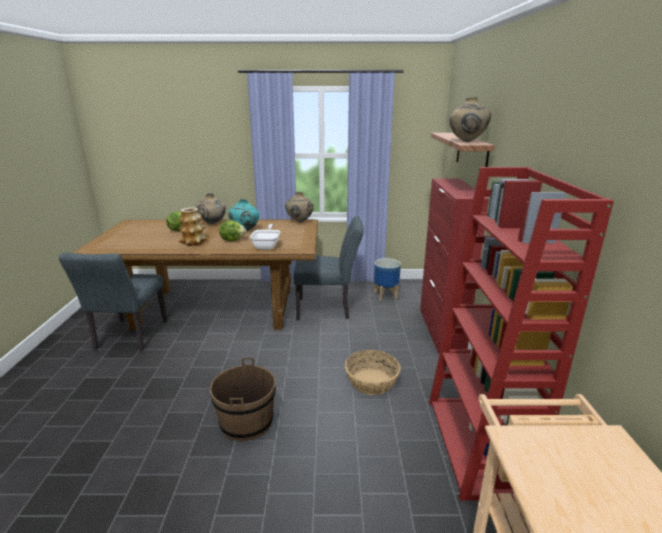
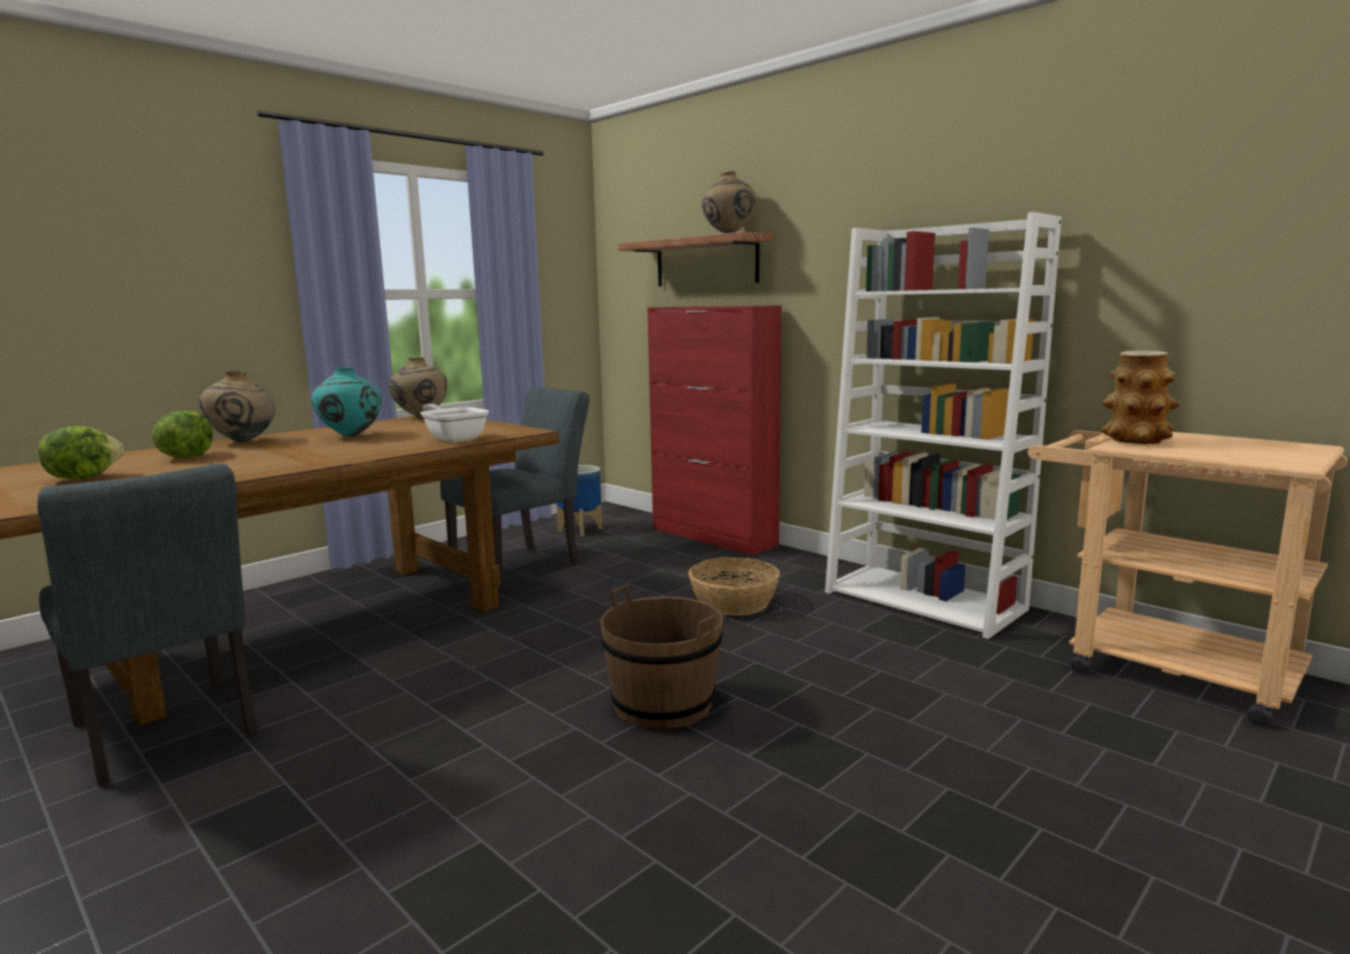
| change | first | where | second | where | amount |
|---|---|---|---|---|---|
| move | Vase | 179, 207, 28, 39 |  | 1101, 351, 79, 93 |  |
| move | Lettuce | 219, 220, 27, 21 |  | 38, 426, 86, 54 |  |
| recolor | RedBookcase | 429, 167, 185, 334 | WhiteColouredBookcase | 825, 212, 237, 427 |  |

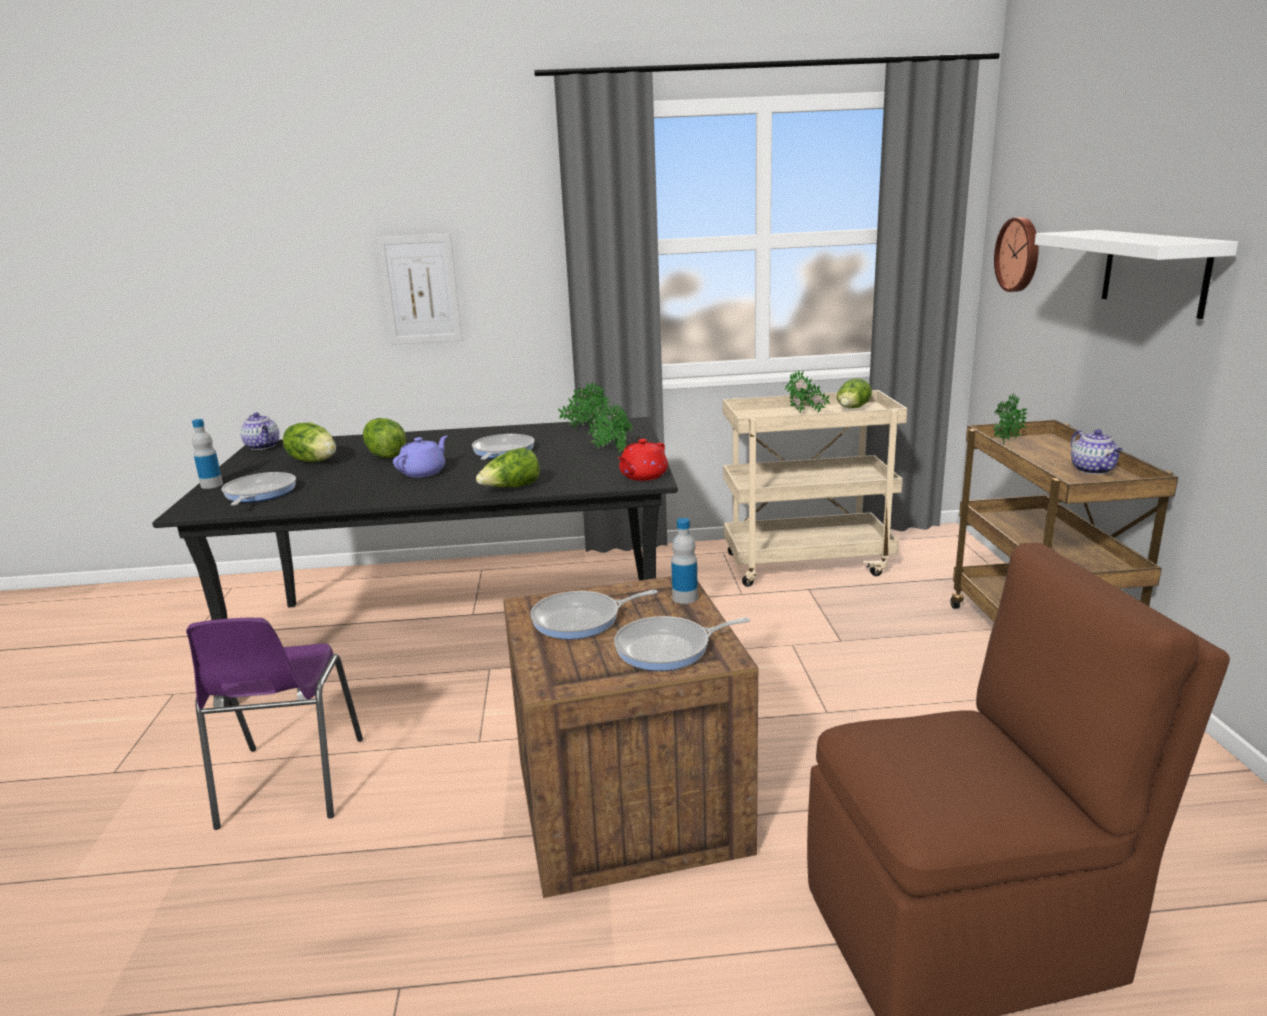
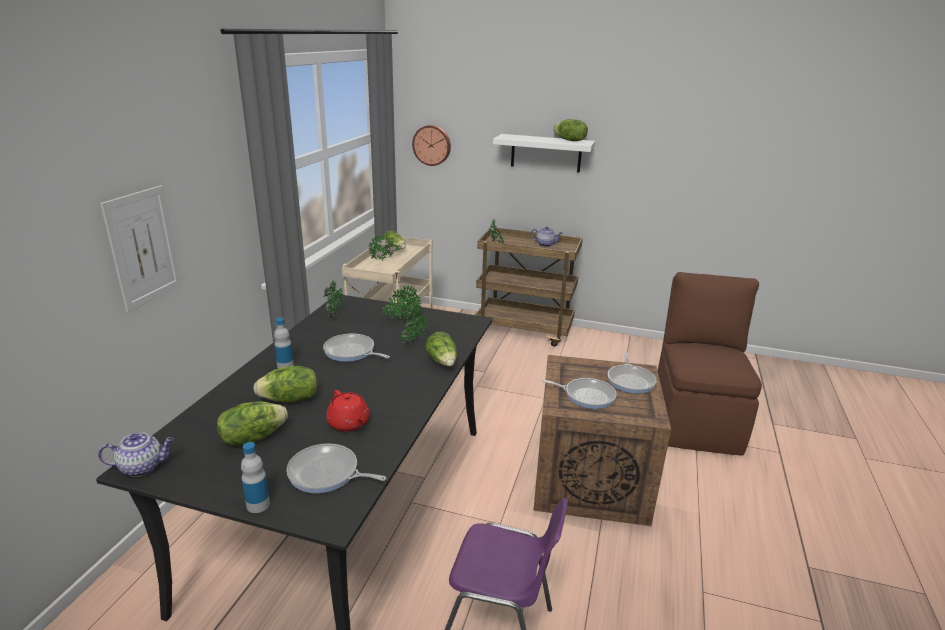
| change | first | where | second | where | amount |
|---|---|---|---|---|---|
| delete | PurplishTeapot | 393, 435, 54, 42 |  |  |  |
| insert |  |  | PottedPlant | 400, 306, 29, 41 |  |
| insert |  |  | Lettuce | 553, 119, 35, 22 |  |
| move | RedTeapot | 618, 439, 50, 42 |  | 326, 390, 44, 41 |  |
| move | BeverageBottle | 671, 518, 27, 86 |  | 274, 318, 20, 50 |  |
| rotate | Skillet | 530, 590, 128, 49 |  | 541, 378, 76, 31 | 75 degrees counterclockwise |

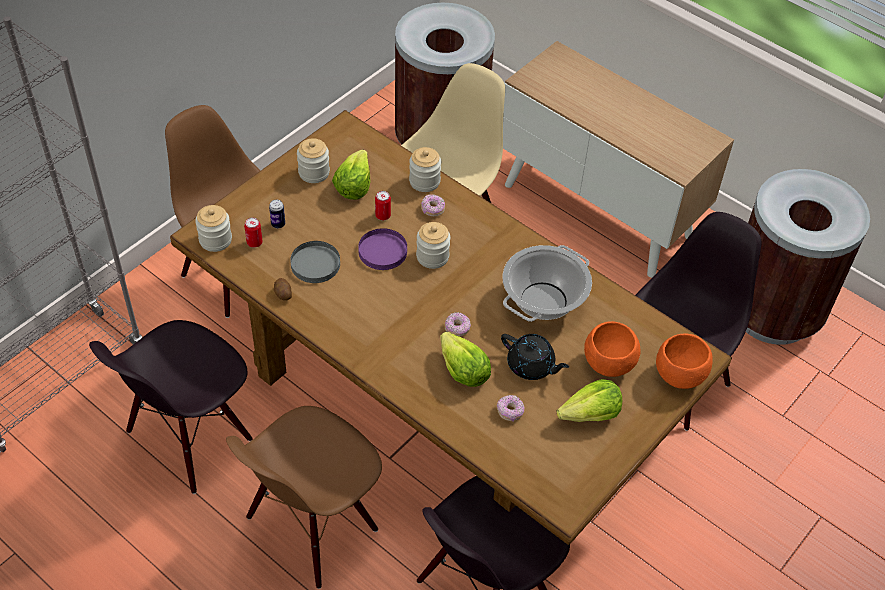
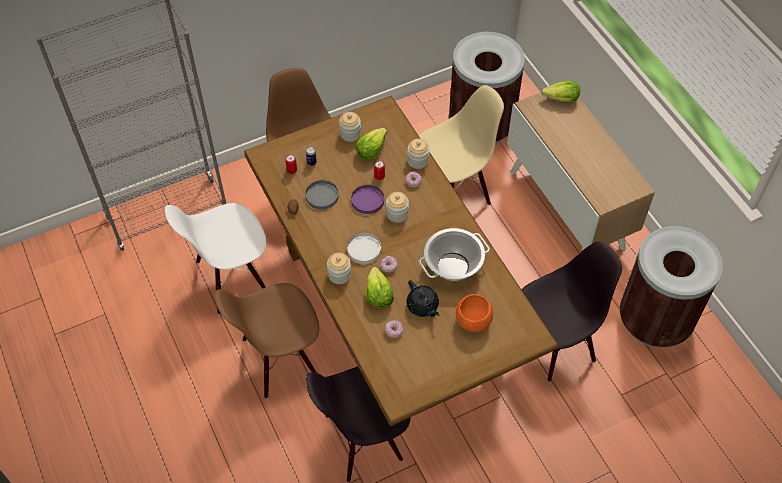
| change | first | where | second | where | amount |
|---|---|---|---|---|---|
| delete | OrangeServingBowl | 656, 334, 57, 55 |  |  |  |
| insert |  |  | WhiteColouredDinnerPlate | 347, 233, 34, 31 |  |
| move | Jar | 195, 205, 37, 47 |  | 327, 253, 24, 31 |  |
| move | Lettuce | 557, 379, 65, 43 |  | 541, 80, 39, 22 |  |
| recolor | BlackUprightChair | 89, 320, 164, 174 | WhiteColouredUprightChair | 165, 203, 102, 111 |  |

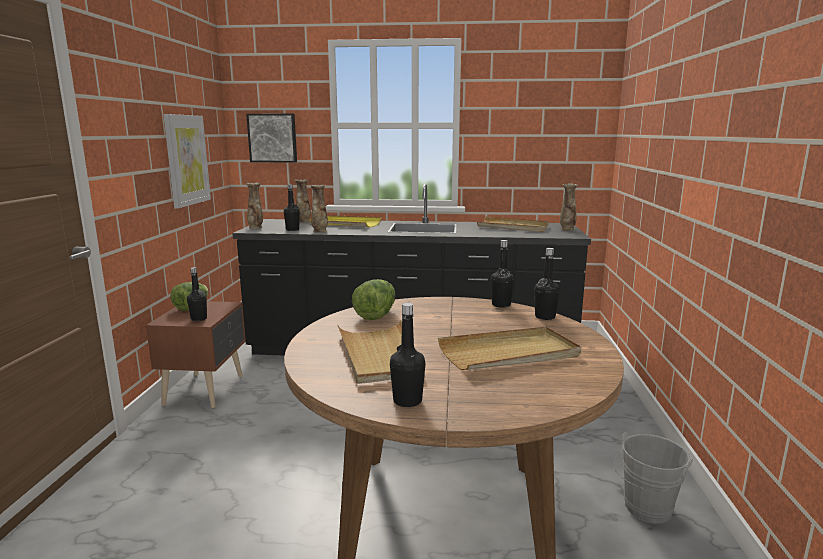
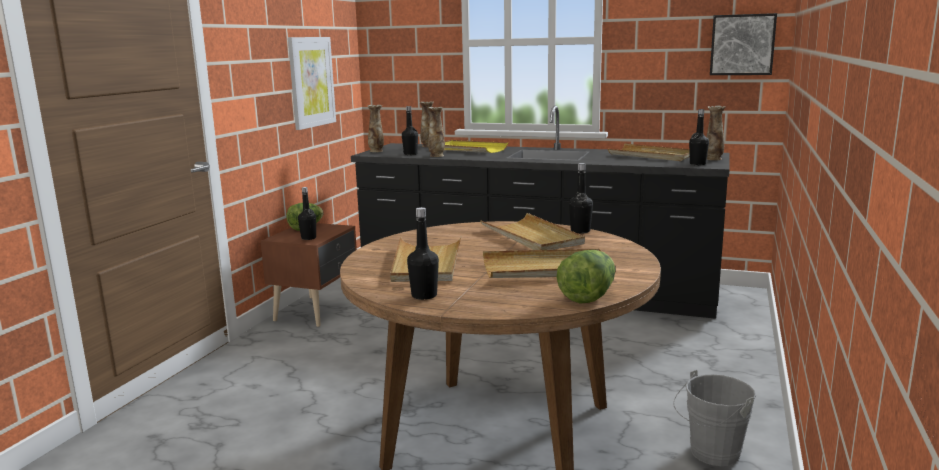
| change | first | where | second | where | amount |
|---|---|---|---|---|---|
| insert |  |  | SandColouredTray | 480, 213, 105, 37 |  |
| move | WallArt | 246, 114, 51, 48 |  | 710, 13, 67, 62 |  |
| move | Lettuce | 352, 279, 43, 41 |  | 556, 250, 59, 54 |  |
| move | BlackBeverageBottle | 534, 248, 26, 72 |  | 689, 109, 20, 56 |  |

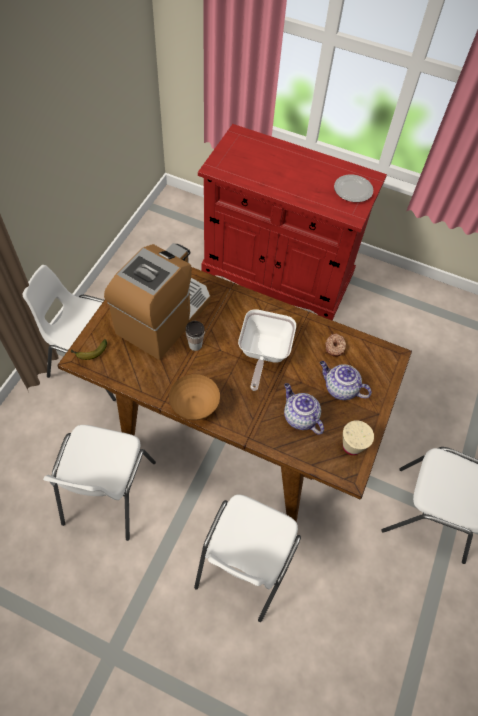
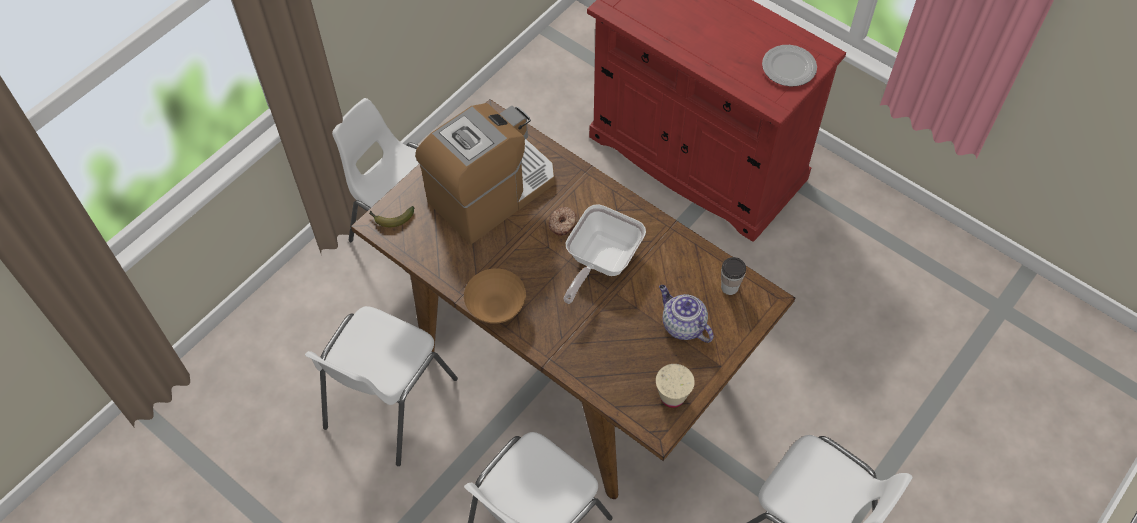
| change | first | where | second | where | amount |
|---|---|---|---|---|---|
| delete | Teapot | 284, 383, 40, 52 |  |  |  |
| move | SmallCup | 186, 321, 19, 30 |  | 721, 257, 25, 38 |  |
| move | Donut | 325, 333, 21, 24 |  | 548, 207, 28, 29 |  |

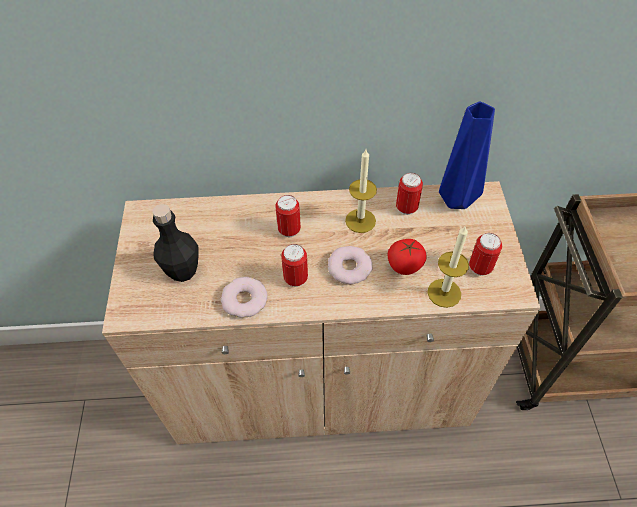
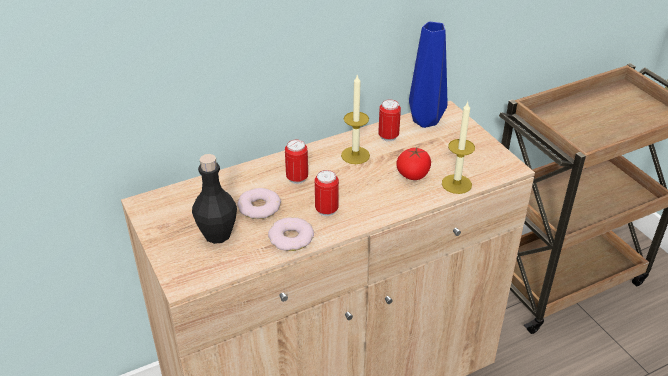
| change | first | where | second | where | amount |
|---|---|---|---|---|---|
| delete | Can | 469, 233, 33, 43 |  |  |  |
| move | Donut | 328, 246, 44, 38 |  | 237, 188, 44, 31 |  |

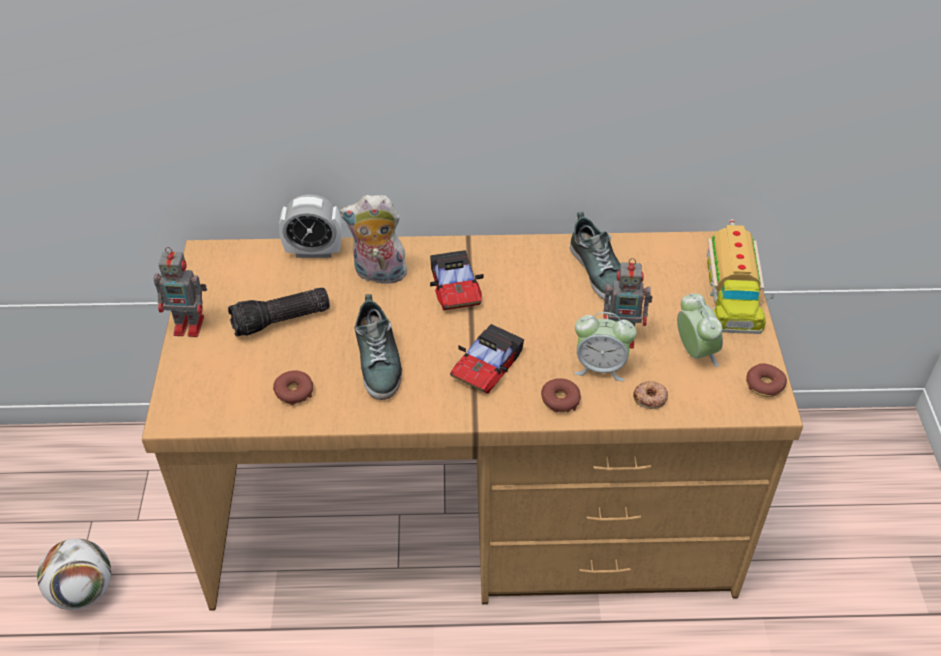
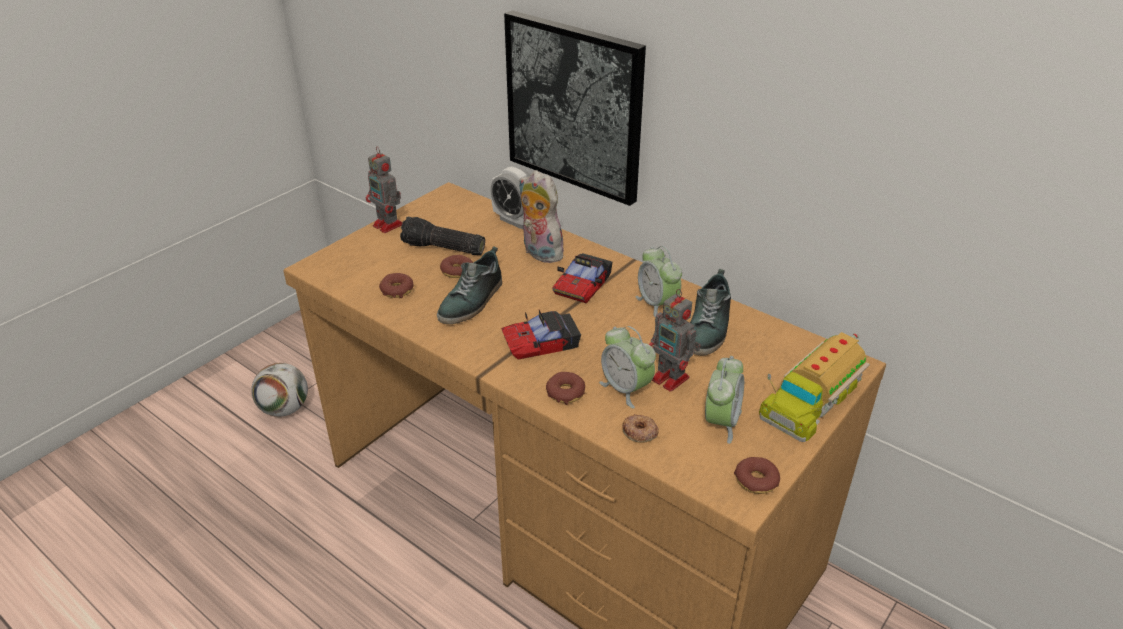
| change | first | where | second | where | amount |
|---|---|---|---|---|---|
| insert |  |  | Donut | 440, 255, 33, 23 |  |
| insert |  |  | WallArt | 504, 10, 142, 196 |  |
| insert |  |  | BedsideClock | 636, 246, 46, 72 |  |

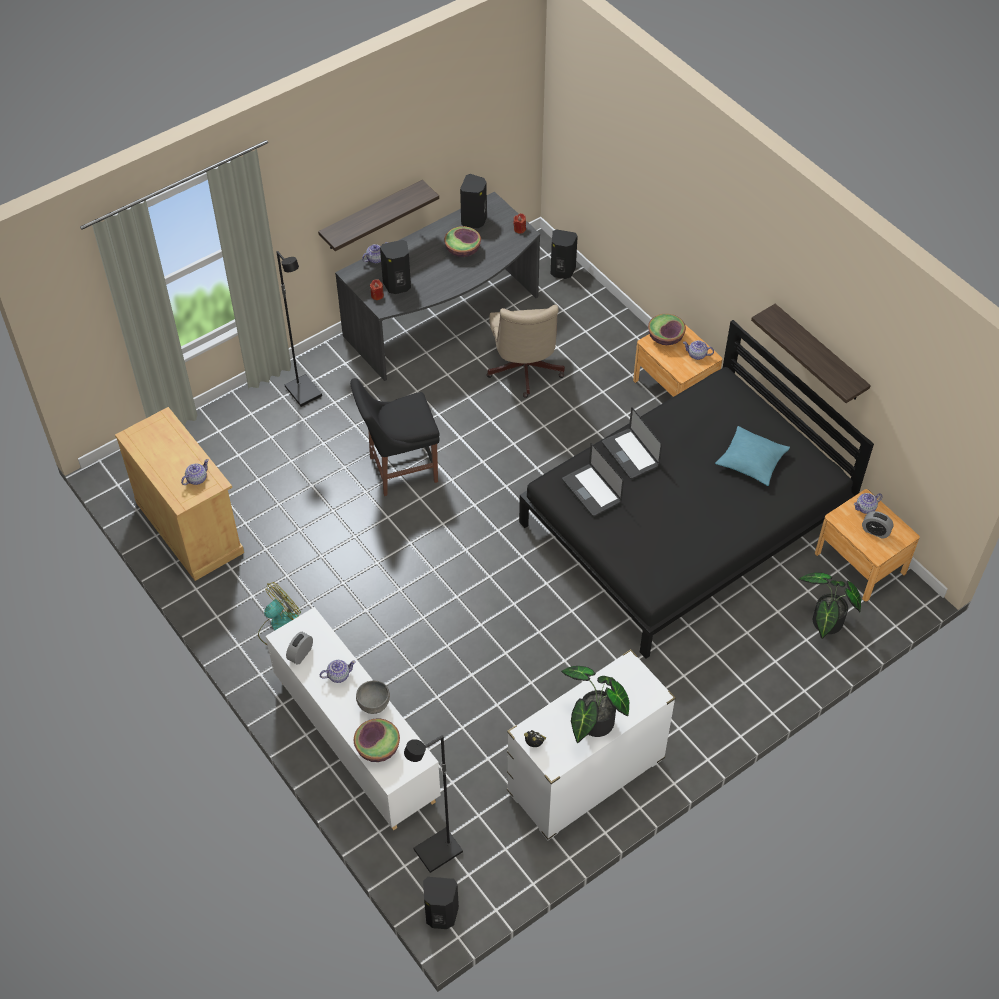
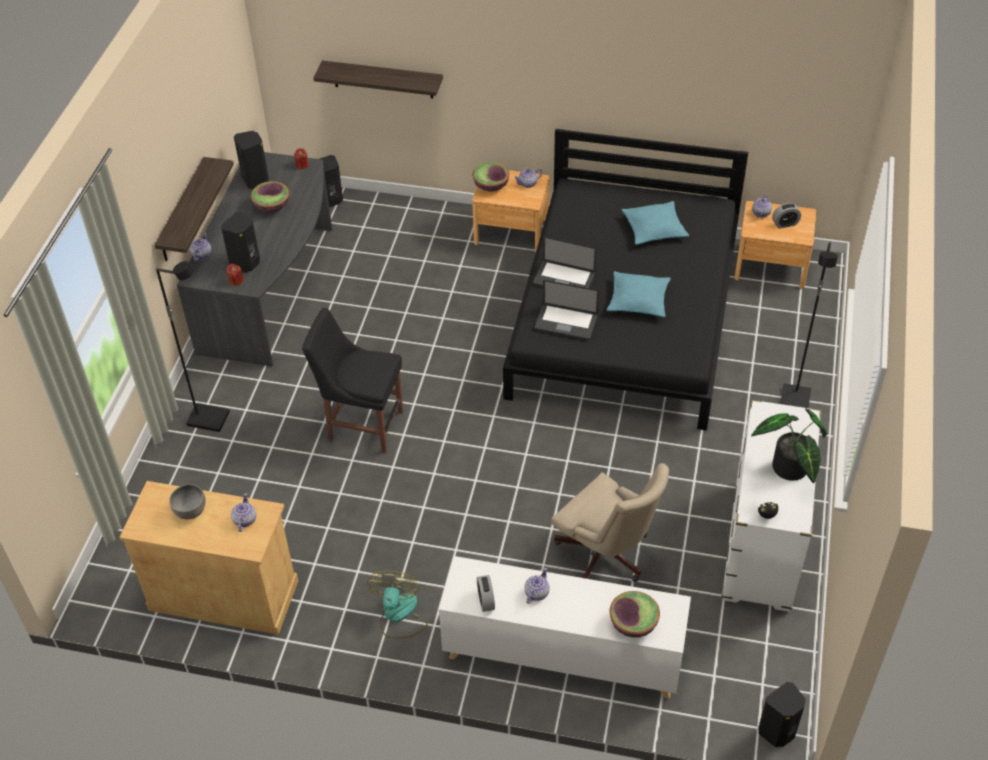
| change | first | where | second | where | amount |
|---|---|---|---|---|---|
| delete | PottedPlant | 799, 573, 62, 66 |  |  |  |
| insert |  |  | TurquoiseColouredCushion | 607, 271, 64, 46 |  |
| move | GrayServingBowl | 356, 680, 34, 34 |  | 169, 484, 36, 35 |  |
| move | BlackStandardLamp | 404, 735, 59, 138 |  | 781, 242, 57, 166 |  |
| move | SandColouredComputerChair | 487, 305, 78, 93 |  | 551, 463, 118, 119 |  |
| move | WallShelf | 751, 304, 120, 99 |  | 313, 61, 130, 38 |  |
| rotate | BlackUprightChair | 350, 378, 89, 118 |  | 302, 308, 101, 145 | 75 degrees clockwise |

